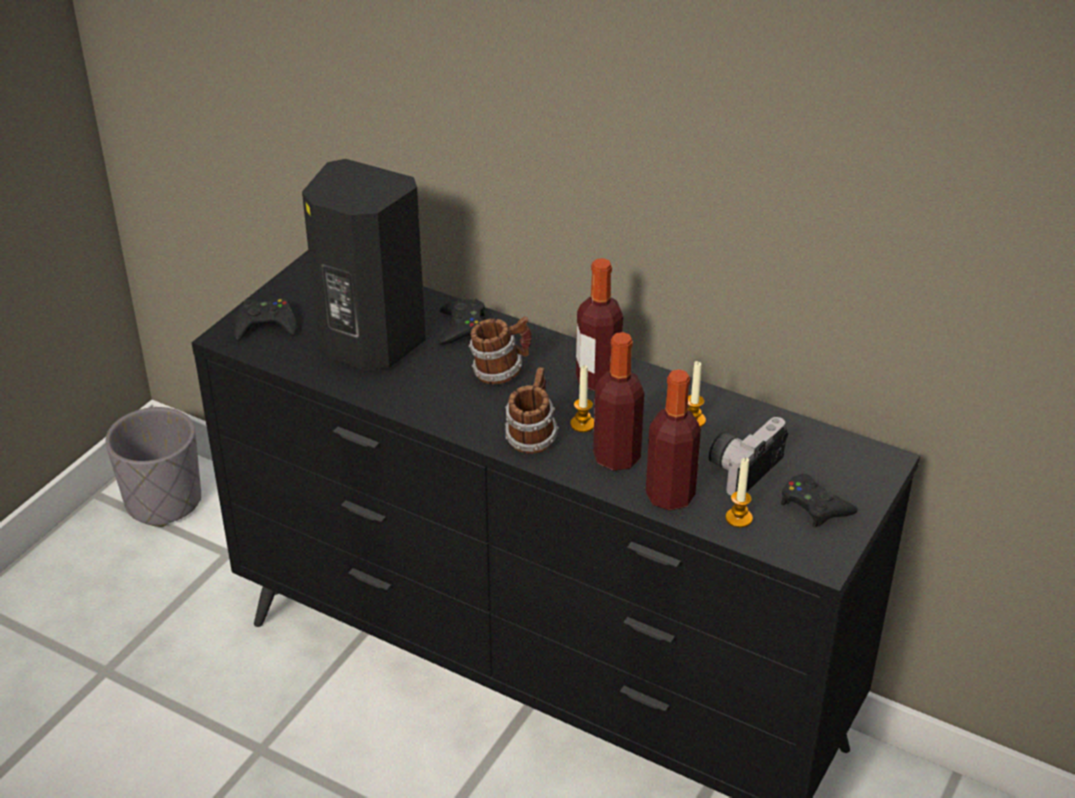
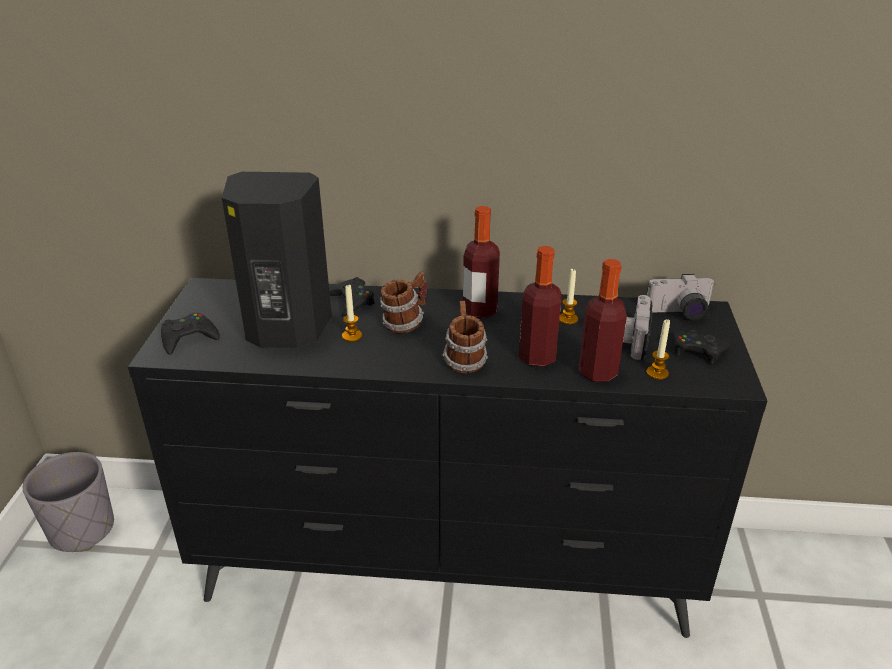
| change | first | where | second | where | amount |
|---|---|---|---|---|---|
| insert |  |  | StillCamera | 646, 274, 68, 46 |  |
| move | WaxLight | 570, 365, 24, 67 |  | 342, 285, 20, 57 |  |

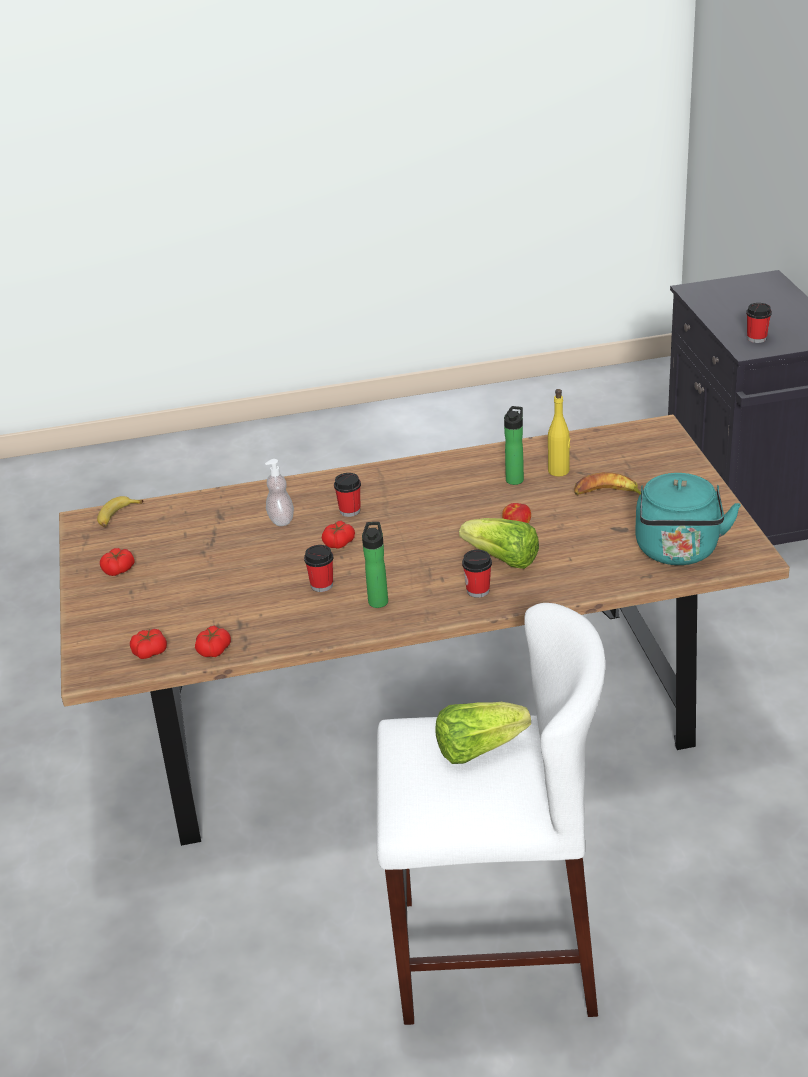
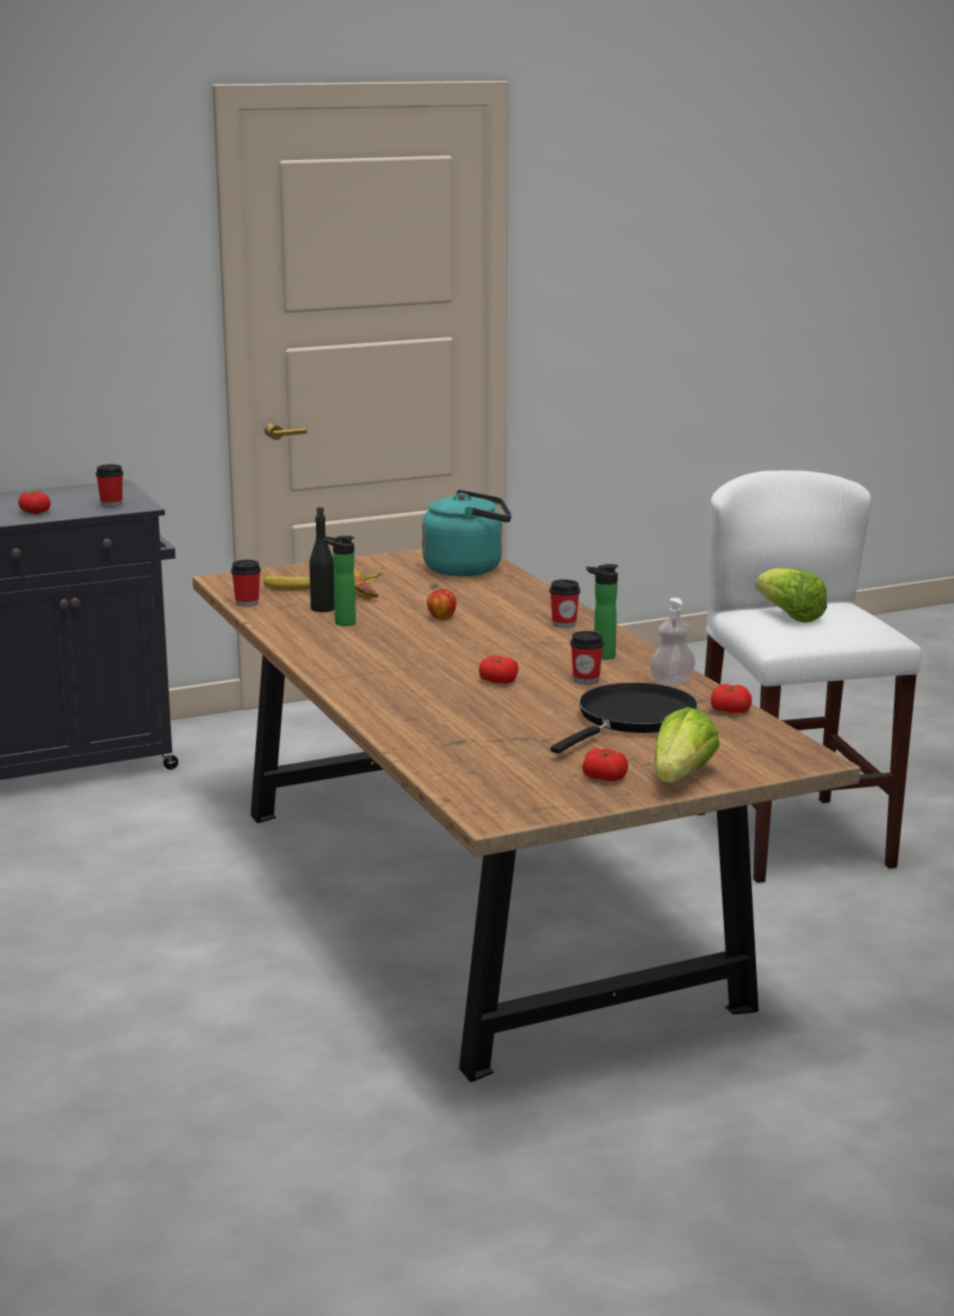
| change | first | where | second | where | amount |
|---|---|---|---|---|---|
| insert |  |  | BlackSkillet | 550, 682, 148, 72 |  |
| move | WholeBanana | 97, 496, 46, 31 |  | 263, 574, 47, 17 |  |
| move | FreshTomato | 130, 629, 37, 30 |  | 18, 491, 33, 23 |  |
| move | LiquidSoapBottle | 265, 459, 29, 67 |  | 650, 598, 46, 87 |  |
| move | SmallCup | 334, 473, 27, 44 |  | 231, 560, 30, 47 |  |
| move | Lettuce | 459, 518, 80, 51 |  | 654, 707, 66, 76 |  |
| recolor | YellowColouredBeverageBottle | 548, 389, 22, 87 | BlackBeverageBottle | 309, 507, 26, 105 |  |

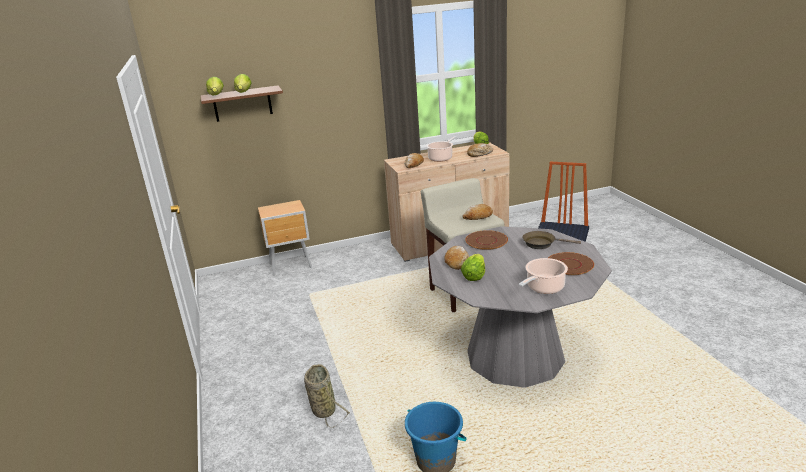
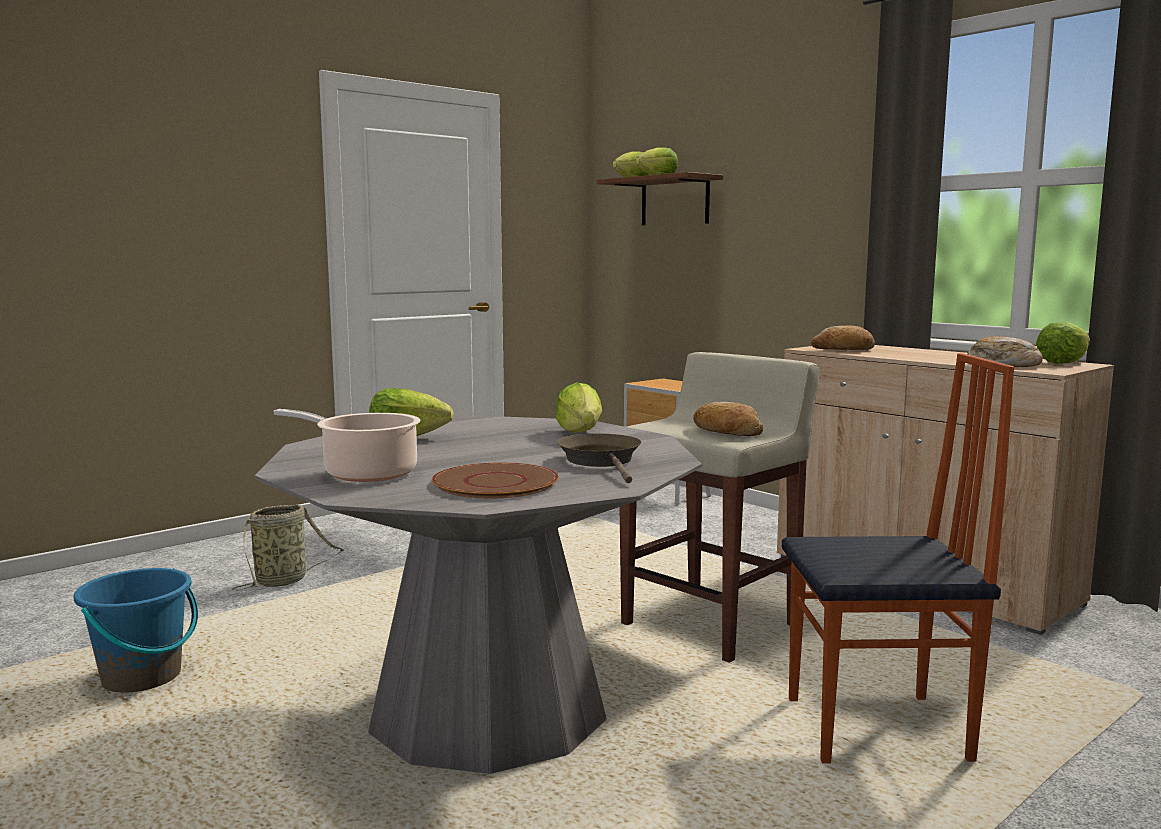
| change | first | where | second | where | amount |
|---|---|---|---|---|---|
| delete | Saucepot | 426, 136, 31, 26 |  |  |  |
| delete | BakedBread | 444, 246, 25, 24 |  |  |  |
| replace | BrownDinnerPlate | 465, 230, 43, 20 | Lettuce | 555, 382, 47, 51 |  |

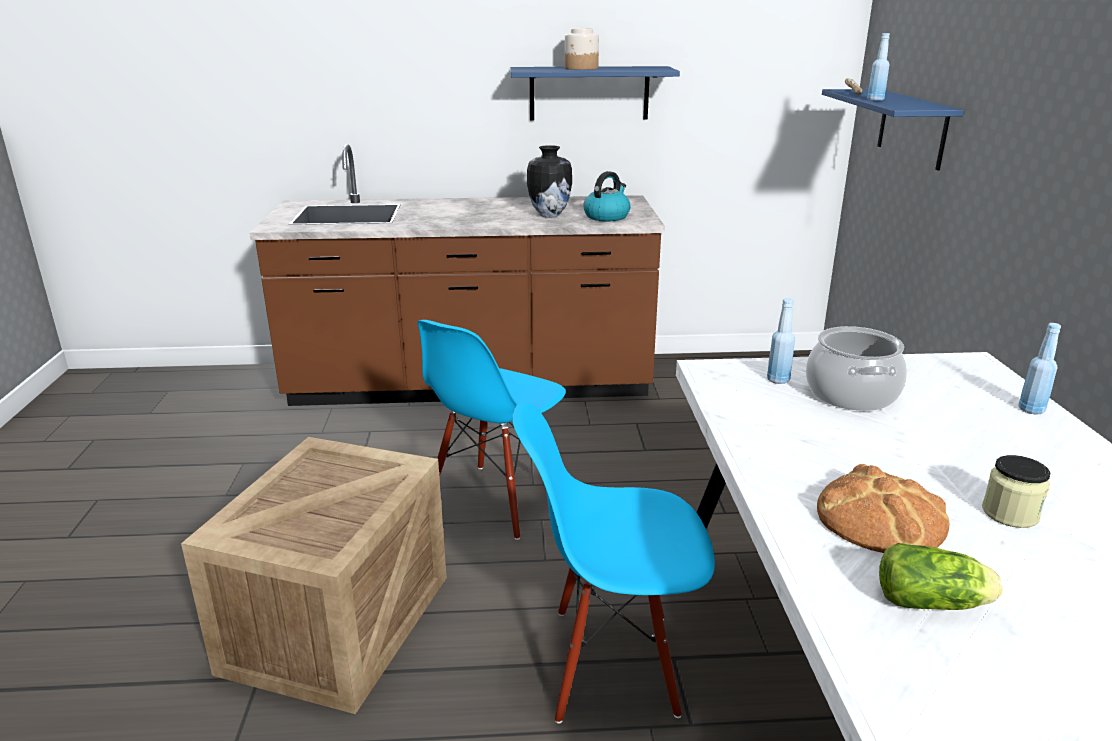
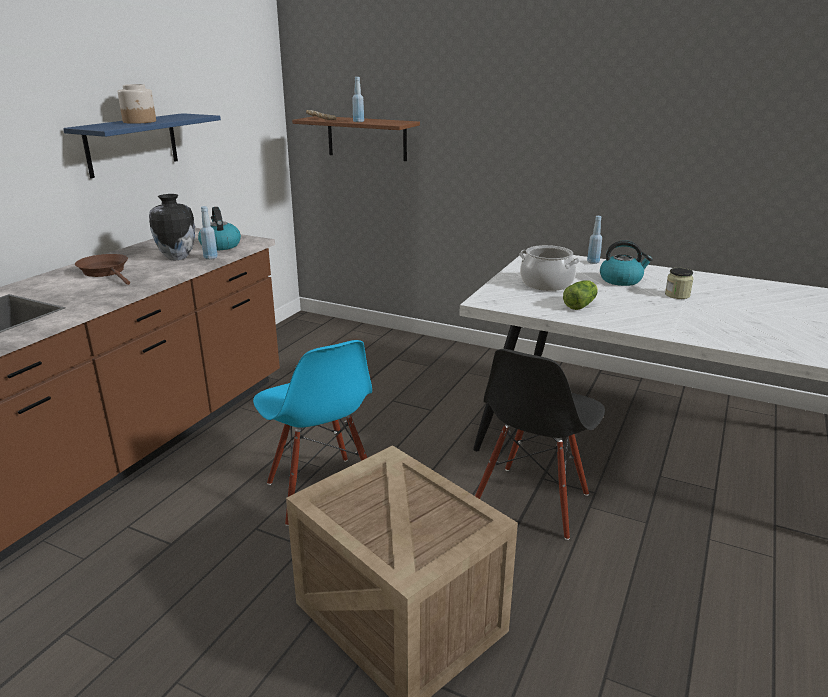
| change | first | where | second | where | amount |
|---|---|---|---|---|---|
| delete | BakedBread | 817, 464, 132, 89 |  |  |  |
| insert |  |  | BrownSkillet | 75, 254, 55, 31 |  |
| insert |  |  | TeaKettle | 600, 241, 53, 45 |  |
| move | BlueColouredBeverageBottle | 767, 298, 28, 86 |  | 200, 206, 18, 54 |  |
| move | Lettuce | 879, 543, 124, 67 |  | 563, 280, 35, 30 |  |
| recolor | BlueColouredUprightChair | 512, 401, 203, 322 | BlackUprightChair | 475, 349, 130, 191 |  |
| recolor | BlueColouredWallShelf | 822, 89, 142, 81 | BrownWallShelf | 292, 116, 128, 45 |  |

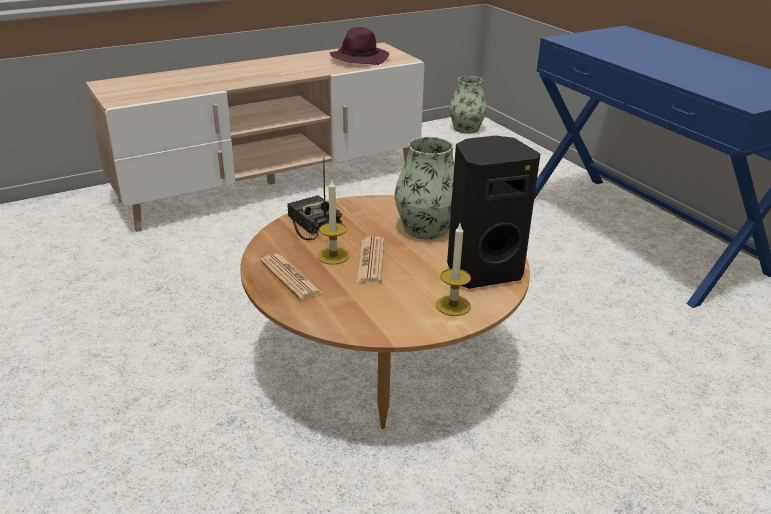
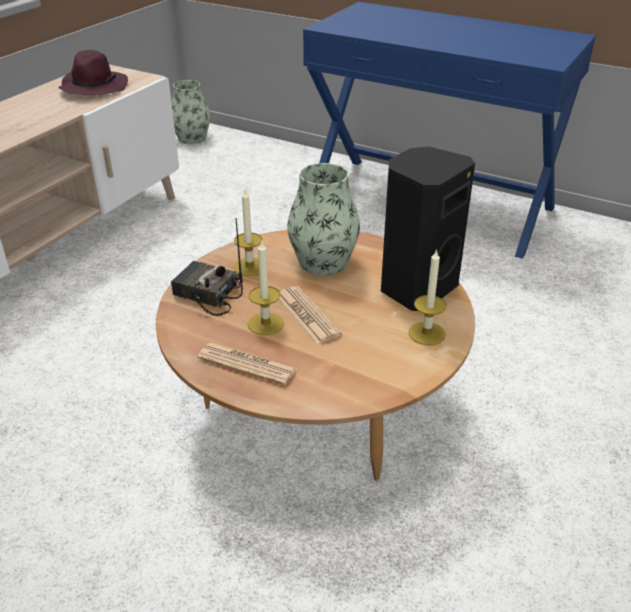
| change | first | where | second | where | amount |
|---|---|---|---|---|---|
| insert |  |  | WaxLight | 234, 190, 28, 86 |  |

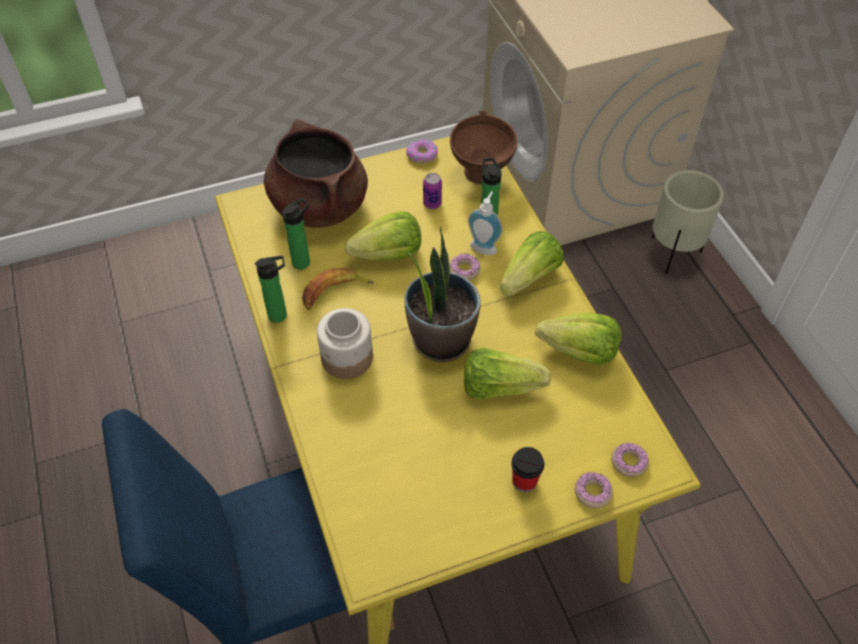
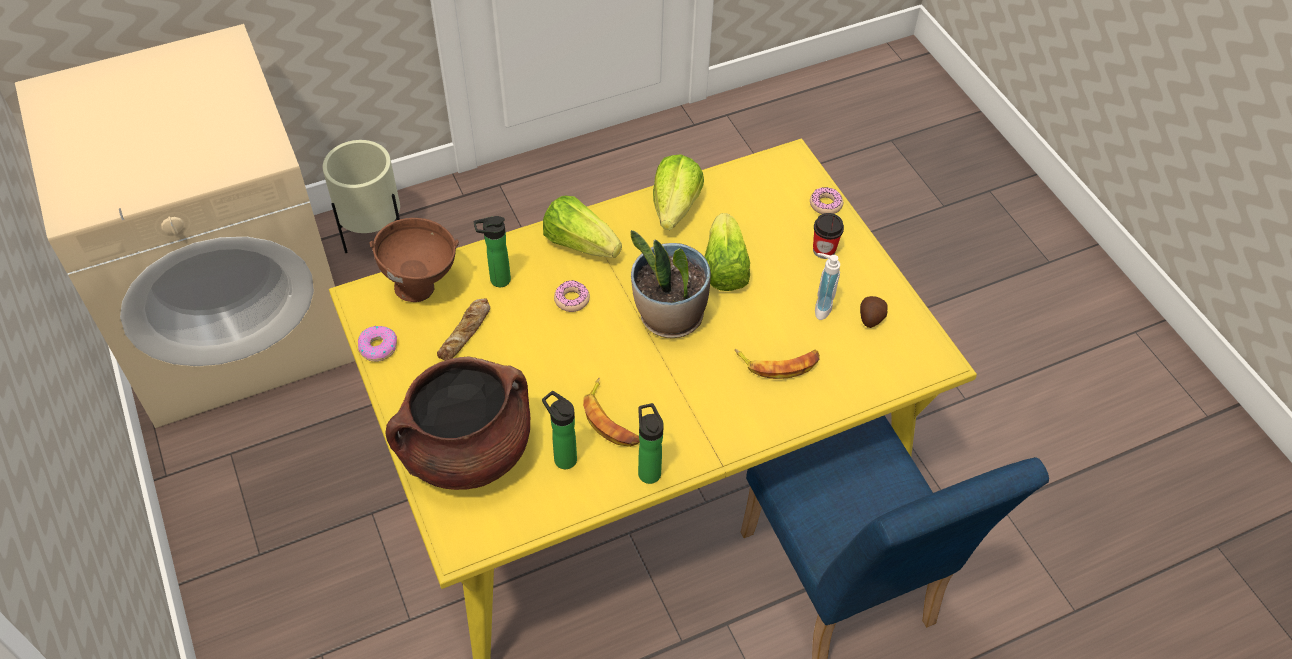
| change | first | where | second | where | amount |
|---|---|---|---|---|---|
| delete | Jar | 317, 308, 56, 71 |  |  |  |
| delete | Lettuce | 345, 211, 76, 49 |  |  |  |
| delete | Donut | 611, 443, 38, 34 |  |  |  |
| insert |  |  | WholeBanana | 735, 349, 85, 30 |  |
| insert |  |  | WholePotato | 860, 296, 28, 32 |  |
| move | LiquidSoapBottle | 468, 191, 35, 64 |  | 815, 253, 25, 67 |  |
| replace | Can | 423, 173, 19, 36 | BakedBread | 437, 298, 53, 63 |  |

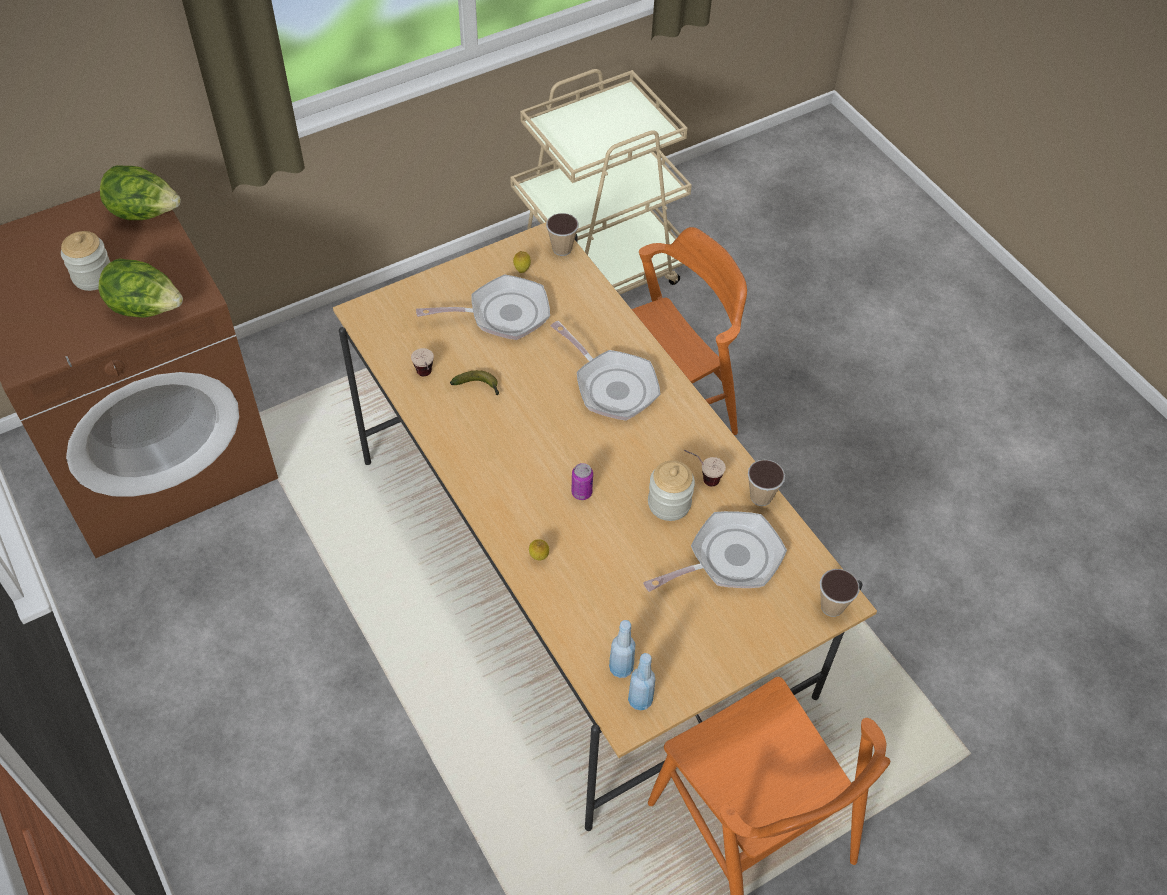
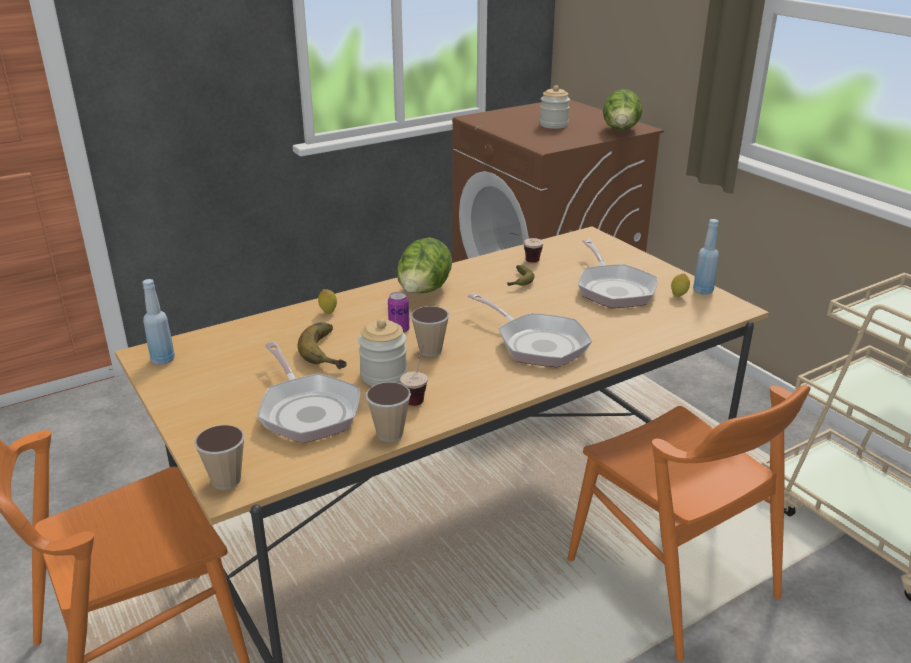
| change | first | where | second | where | amount |
|---|---|---|---|---|---|
| insert |  |  | WholeBanana | 298, 322, 49, 47 |  |
| move | Lettuce | 99, 258, 84, 60 |  | 396, 237, 56, 56 |  |
| move | SmallCup | 546, 213, 32, 43 |  | 411, 306, 38, 51 |  |
| move | BlueColouredBeverageBottle | 609, 620, 26, 58 |  | 693, 219, 26, 76 |  |
| rotate | Skillet | 551, 321, 110, 100 |  | 468, 293, 124, 74 | 90 degrees counterclockwise |

